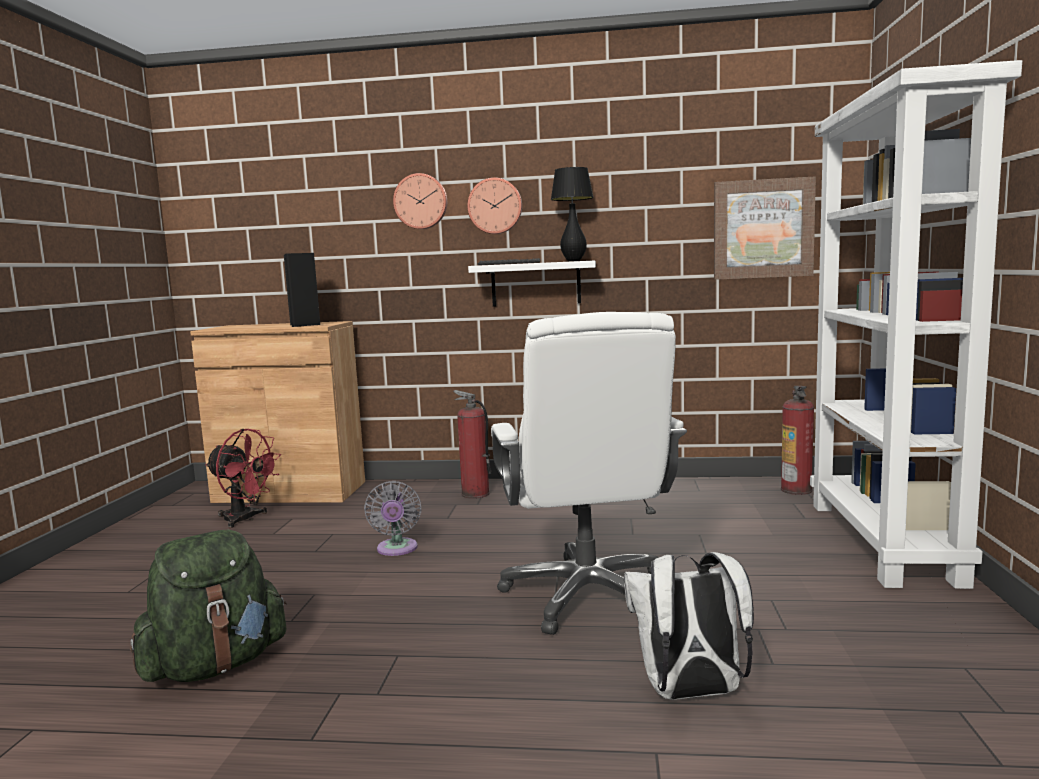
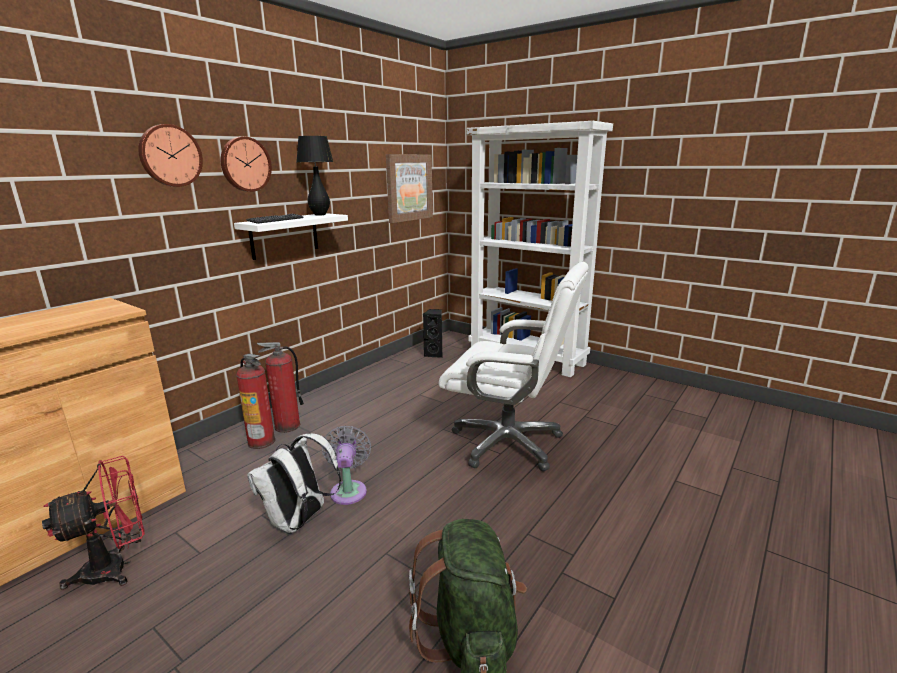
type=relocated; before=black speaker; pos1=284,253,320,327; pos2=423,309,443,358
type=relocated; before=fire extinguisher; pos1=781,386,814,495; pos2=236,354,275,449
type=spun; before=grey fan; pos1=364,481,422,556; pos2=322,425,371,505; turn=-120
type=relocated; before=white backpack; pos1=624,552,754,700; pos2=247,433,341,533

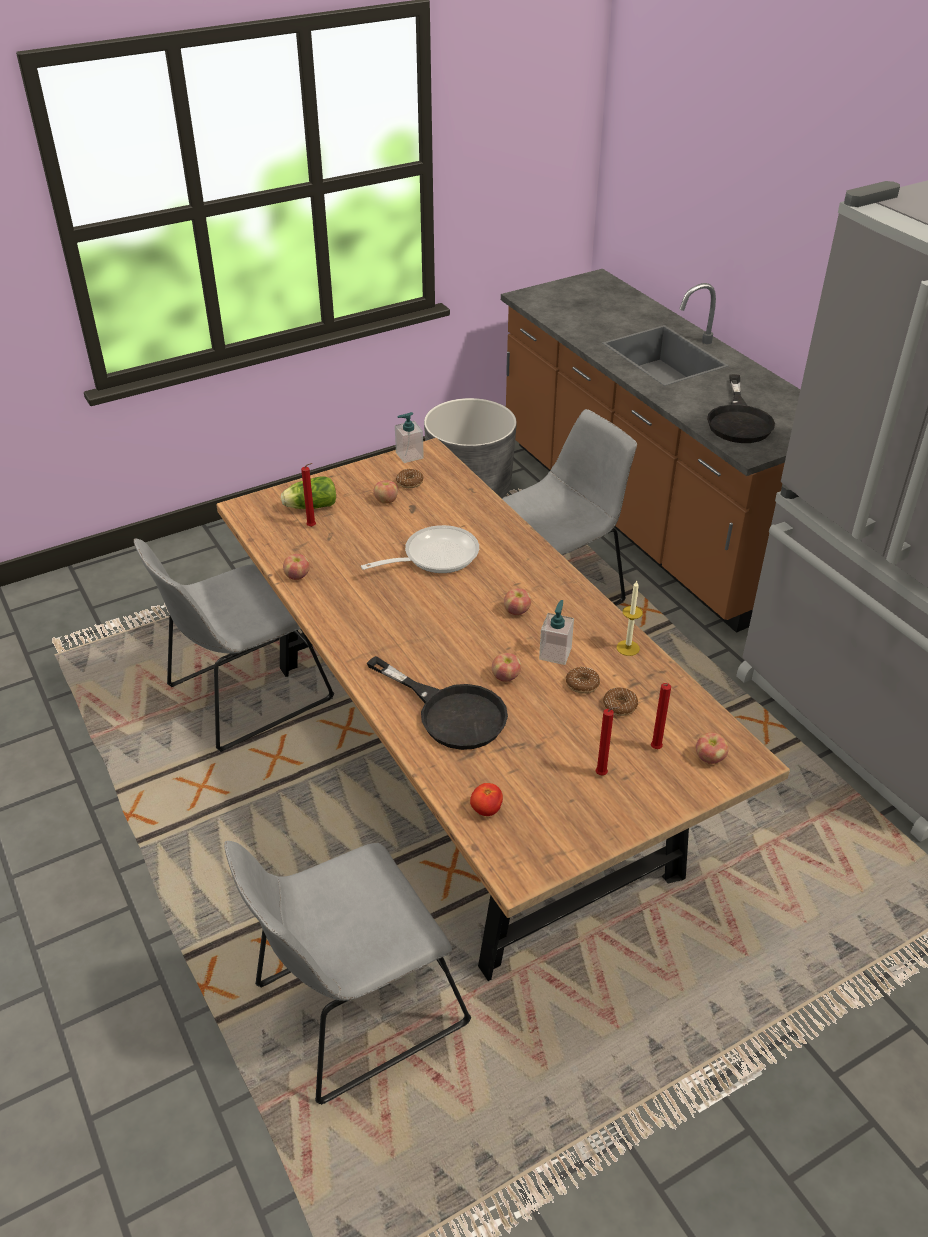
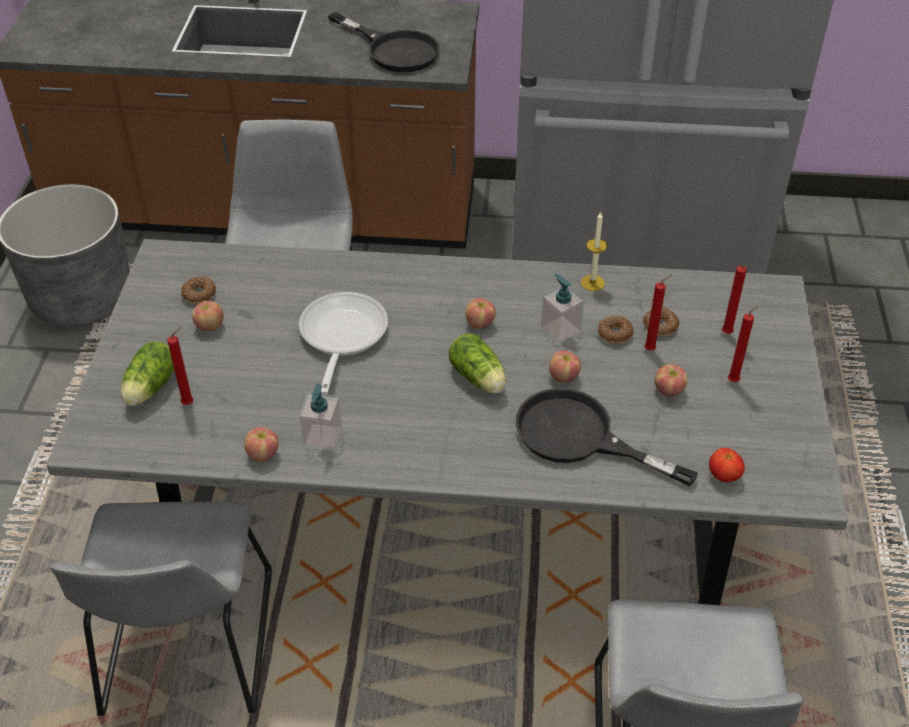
type=relocated; before=soap dispenser; pos1=395,412,424,463; pos2=299,384,342,451
type=colour; before=brown dining table; after=grey dining table; pos1=216,438,790,981; pos2=46,239,848,605
type=spun; before=black frying pan; pos1=367,656,508,750; pos2=516,388,698,486; turn=-135
type=relocated; before=apple; pos1=696,733,729,764; pos2=654,364,688,396
type=appeared; after=red candle; pos2=644,276,671,351
type=appeared; after=lettuce; pos2=449,333,506,394

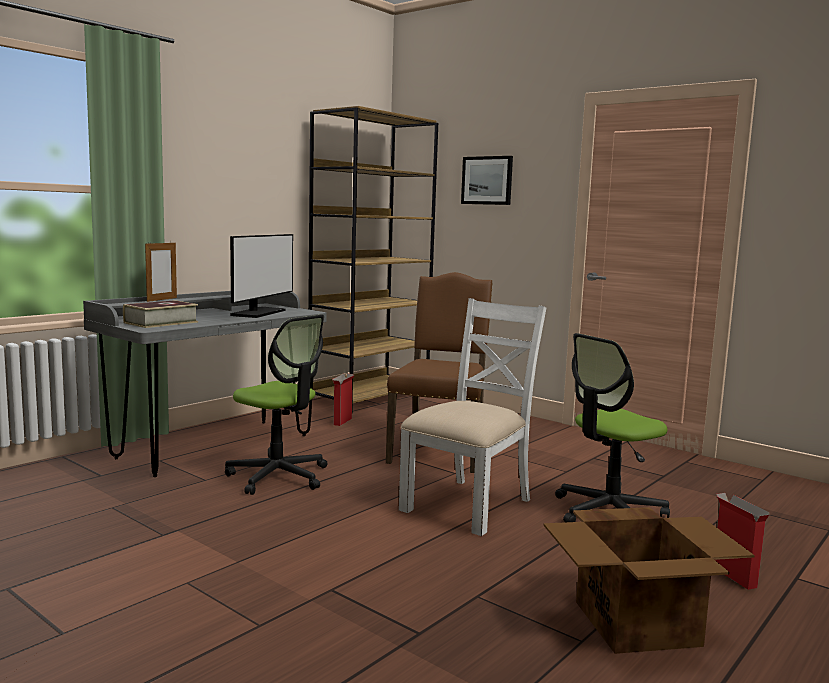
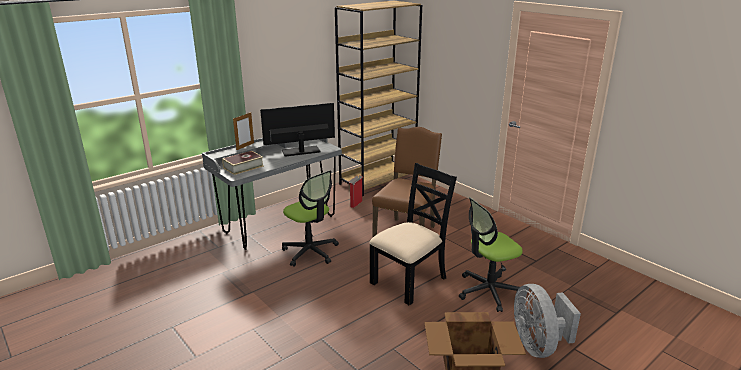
type=missing; before=picture; pos1=461,156,513,205
type=spun; before=monitor; pos1=230,234,293,318; pos2=260,103,335,157; turn=-135
type=colour; before=white chair; after=black chair; pos1=399,298,546,536; pos2=369,163,457,305
type=exchanged; before=cardboard box; after=grey fan; pos1=715,493,770,590; pos2=514,284,581,358

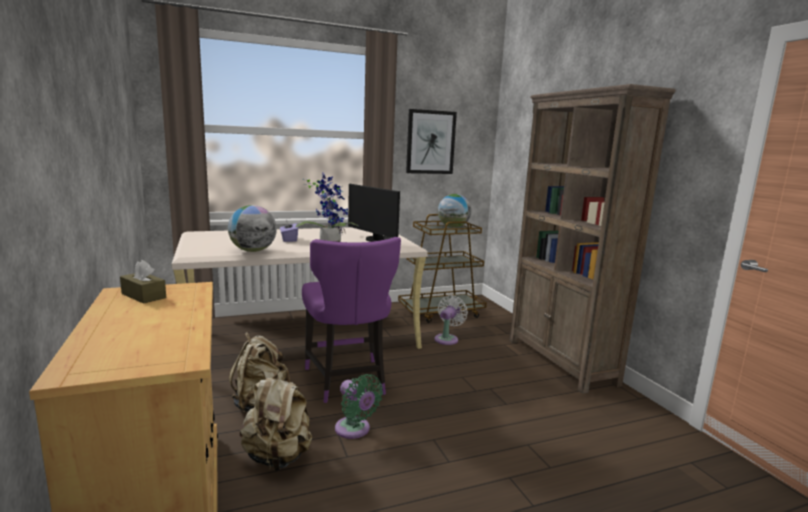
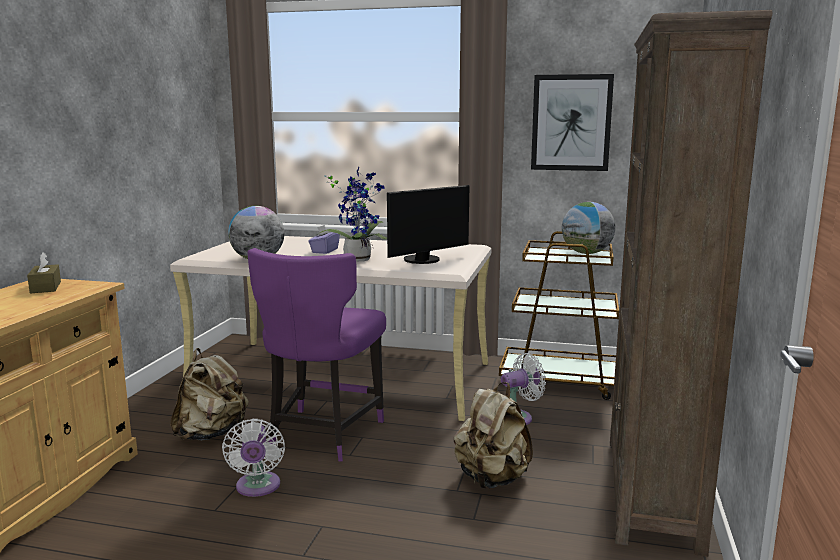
type=spun; before=monitor; pos1=348,184,400,242; pos2=387,185,469,264; turn=-120
type=relocated; before=beige backpack; pos1=240,369,312,471; pos2=454,382,533,489
type=colour; before=green fan; after=white fan; pos1=335,374,383,439; pos2=222,419,285,497

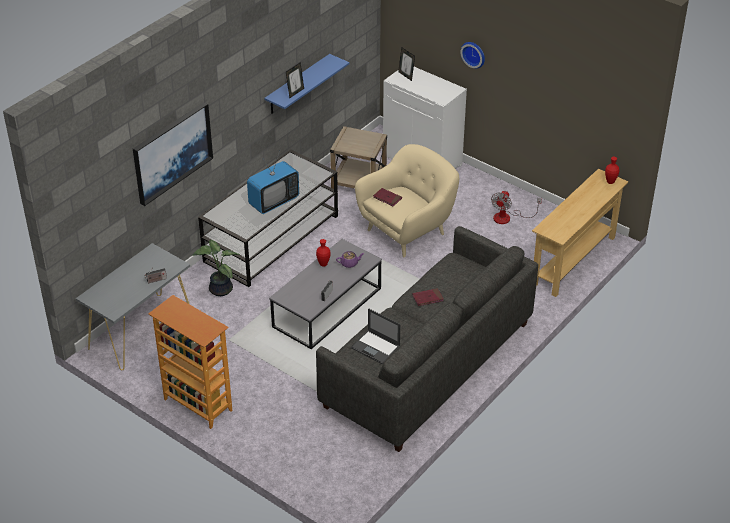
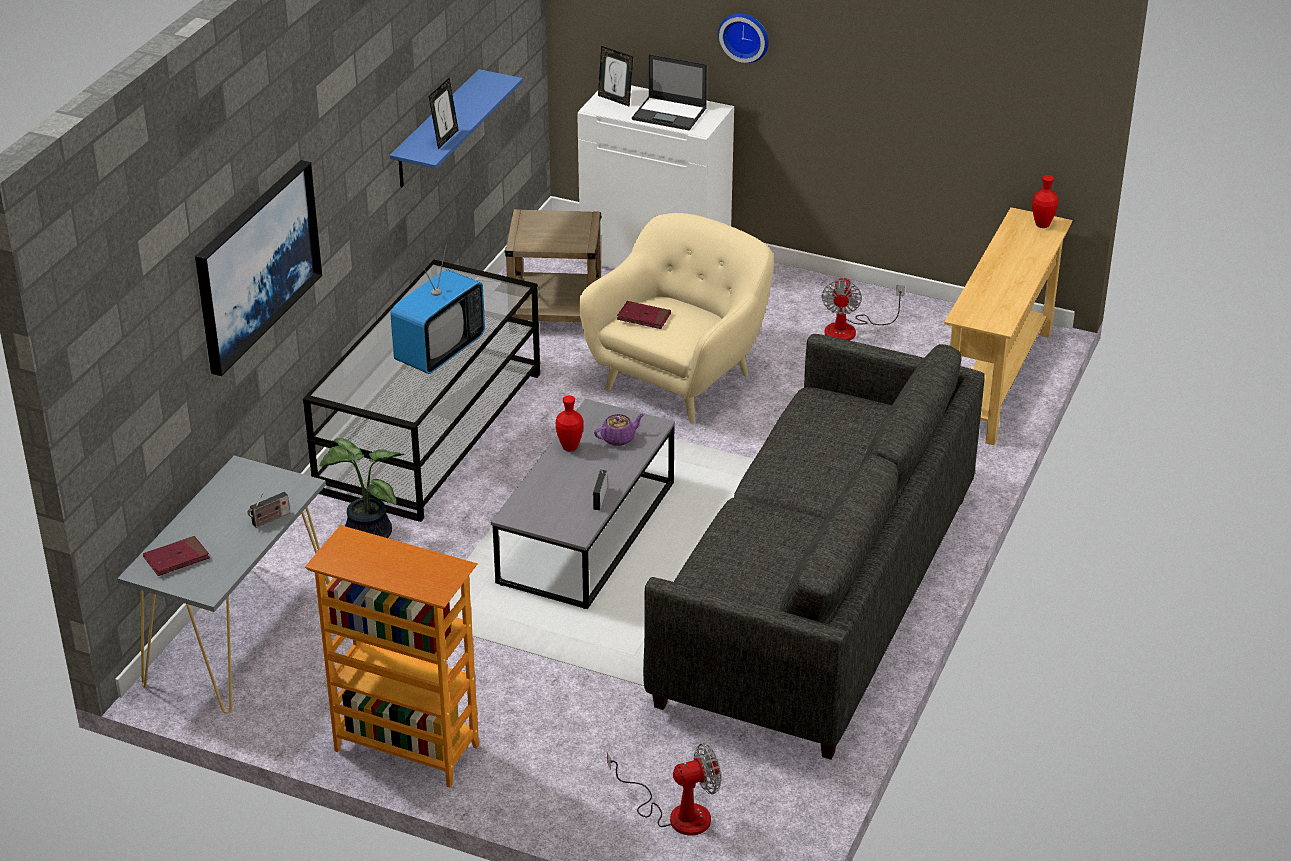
type=relocated; before=red book; pos1=412,288,444,306; pos2=143,536,210,576
type=relocated; before=laptop; pos1=351,308,401,364; pos2=632,54,707,131
type=appeared; after=fan; pos2=607,743,721,835

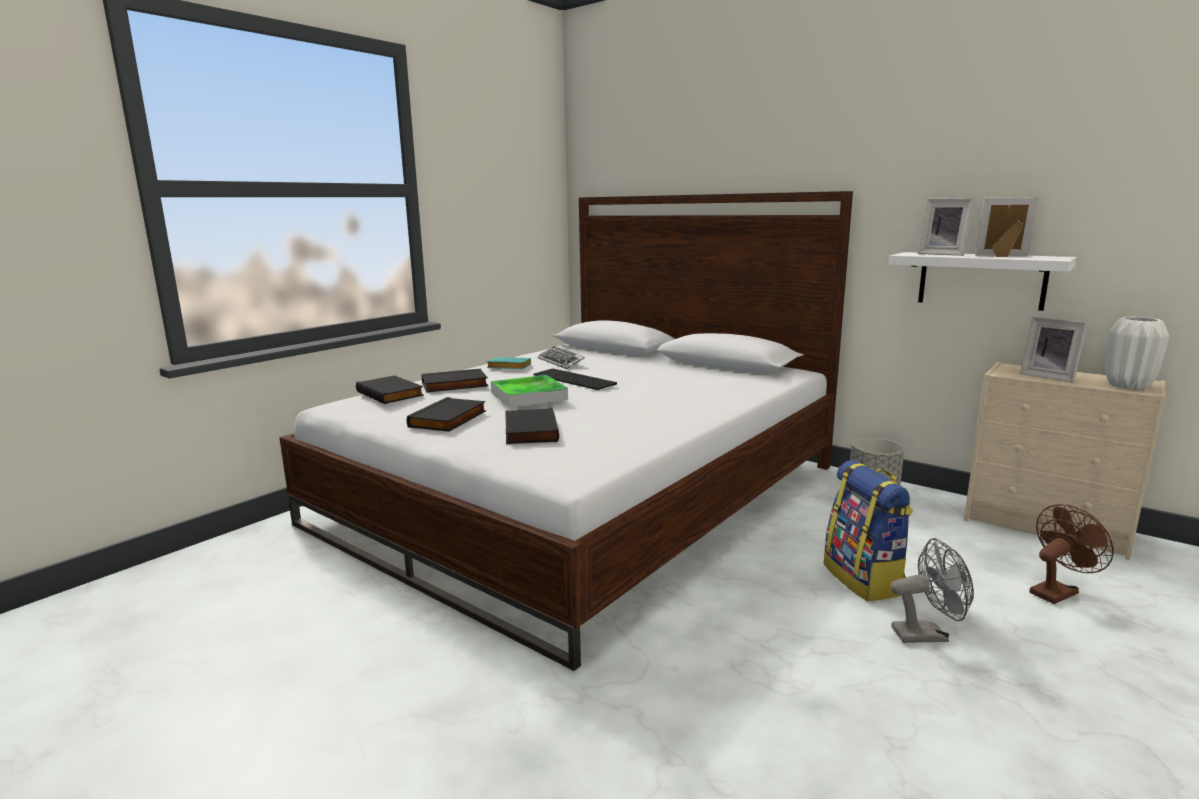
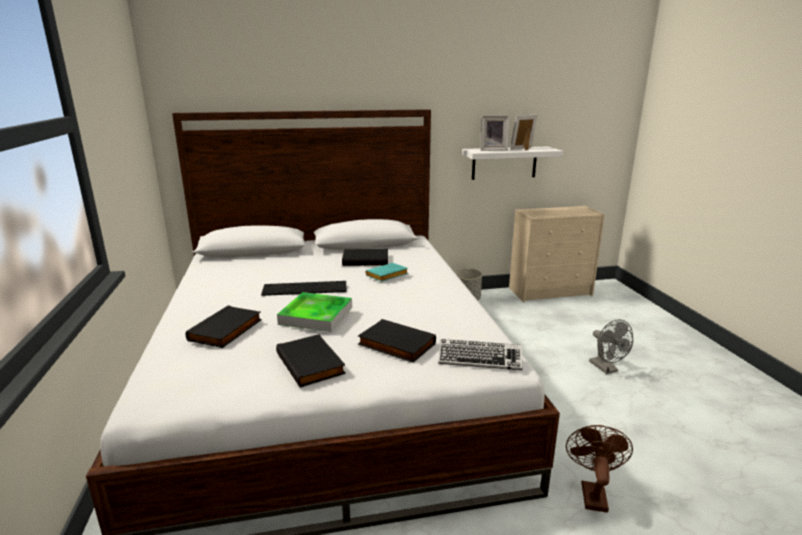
type=missing; before=picture frame; pos1=1020,317,1088,383
type=missing; before=white vase; pos1=1105,317,1169,390
type=relocated; before=keyboard; pos1=538,346,585,369; pos2=438,339,523,371
type=relocated; before=turquoise book; pos1=487,357,531,369; pos2=366,263,408,282
type=relocated; before=black book; pos1=356,375,424,404; pos2=342,249,388,266
type=missing; before=backpack; pos1=823,460,913,601
type=relocated; before=brown fan; pos1=1030,504,1114,604; pos2=566,425,633,513
type=spun; before=grey fan; pos1=890,538,974,643; pos2=589,319,633,374; turn=120

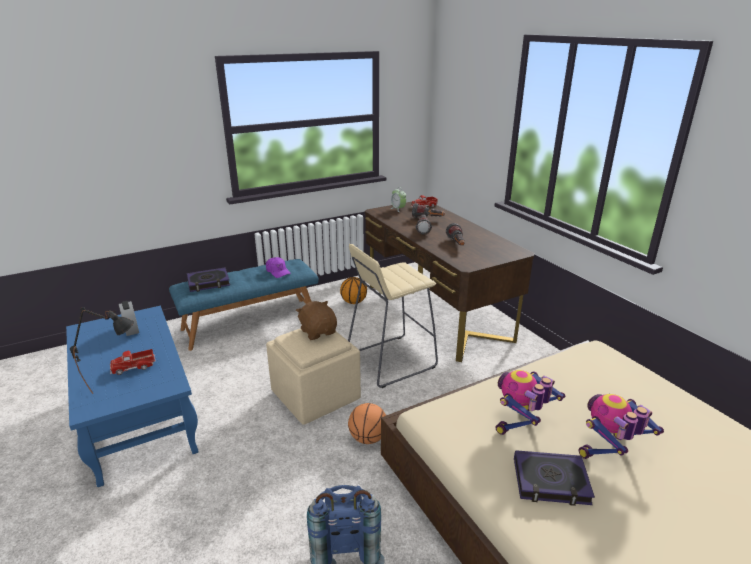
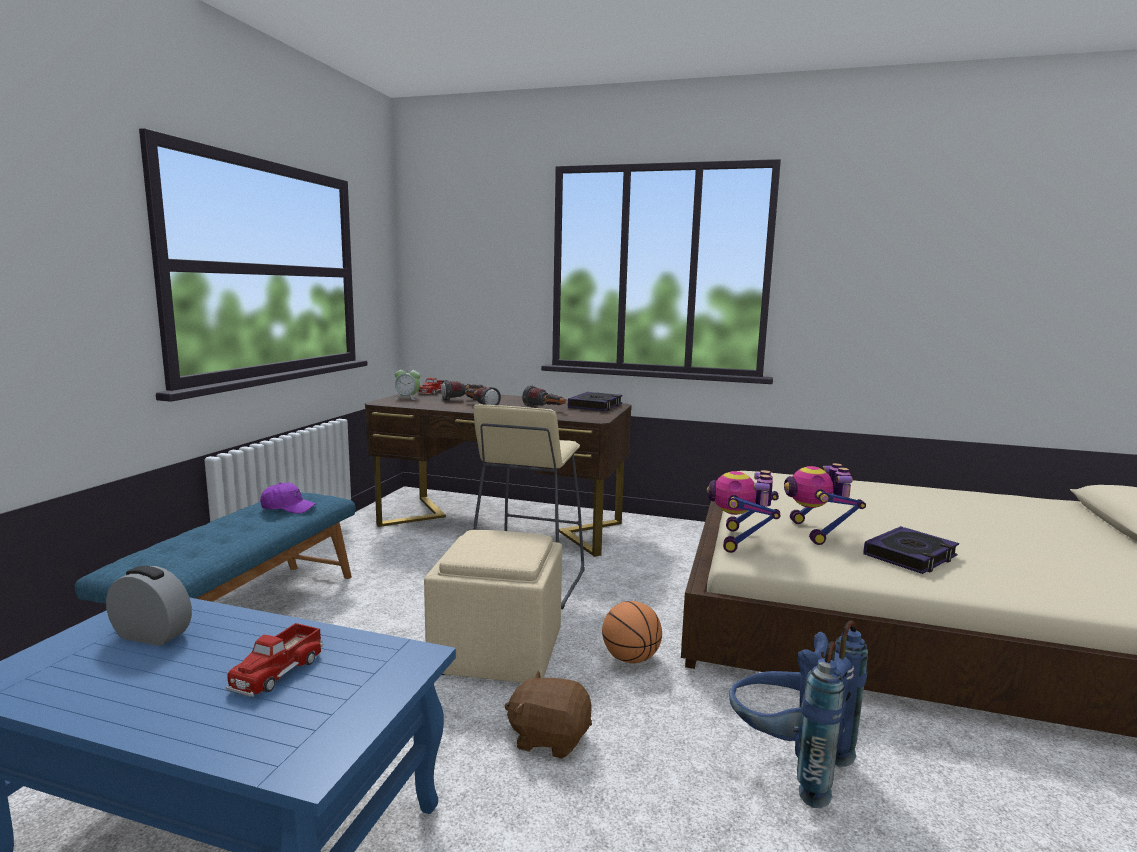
type=relocated; before=book; pos1=187,268,230,292; pos2=568,392,622,411
type=missing; before=basketball; pos1=340,277,367,304
type=relocated; before=brown plush toy; pos1=296,301,337,340; pos2=505,671,592,759
type=missing; before=black table lamp; pos1=70,308,134,394
type=relocated; before=toy robot; pos1=579,394,664,459; pos2=707,470,781,553

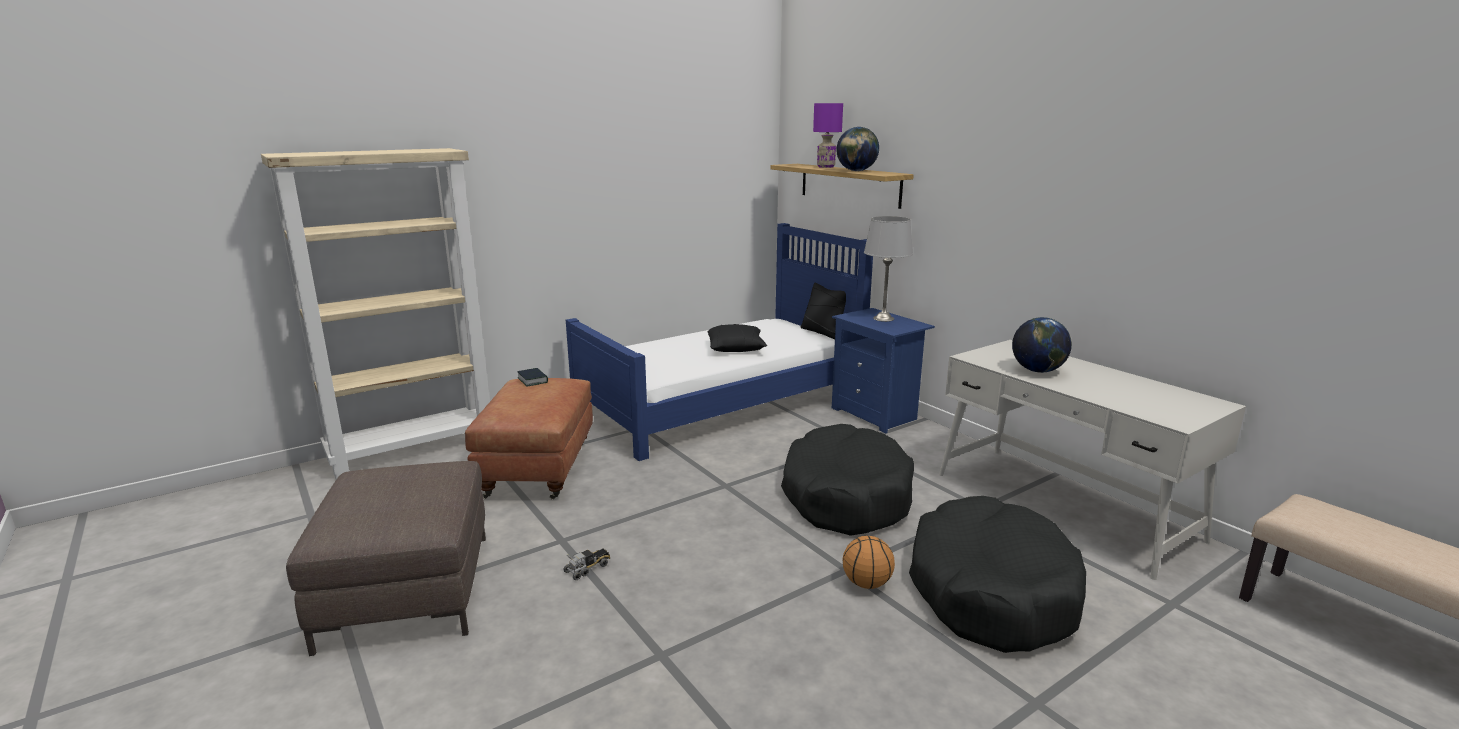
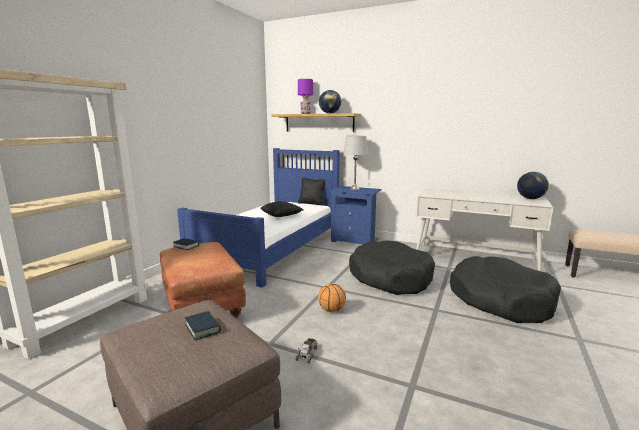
type=relocated; before=globe; pos1=1012,317,1072,373; pos2=517,172,549,199
type=relocated; before=basketball; pos1=843,536,895,589; pos2=318,283,346,312
type=appeared; after=book; pos2=185,311,221,340

